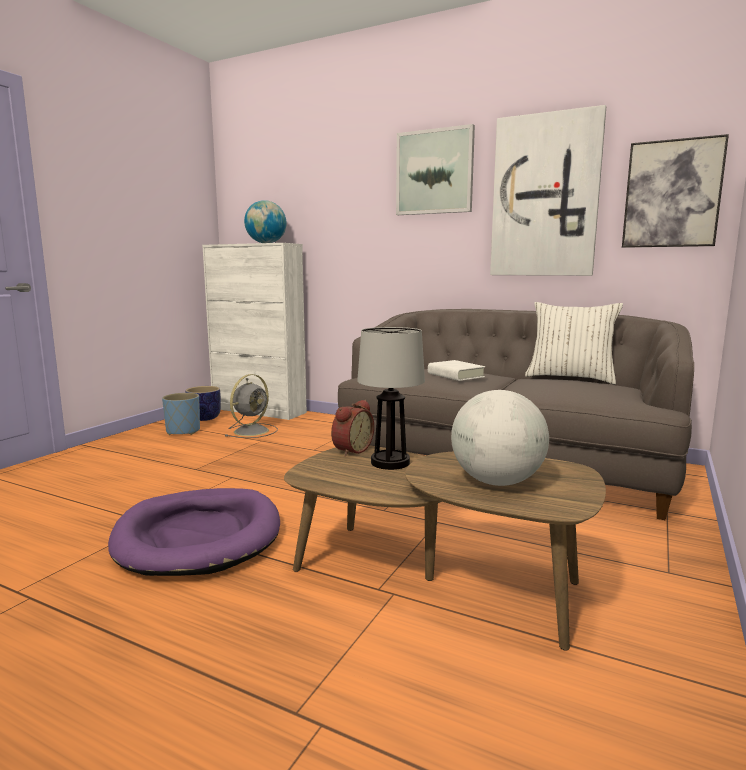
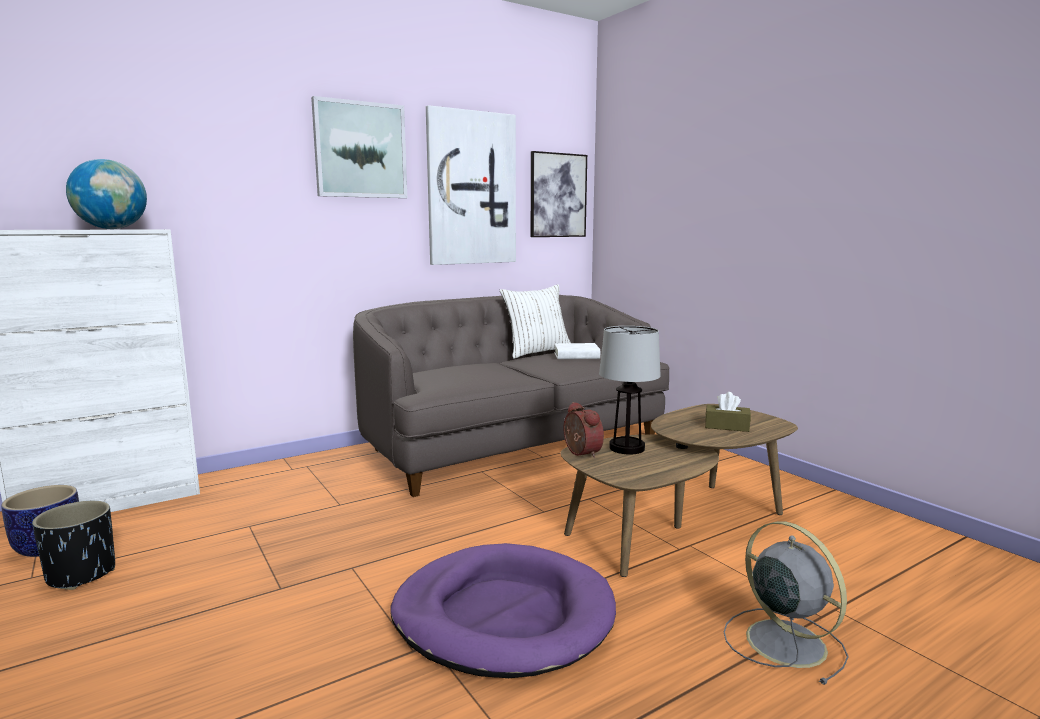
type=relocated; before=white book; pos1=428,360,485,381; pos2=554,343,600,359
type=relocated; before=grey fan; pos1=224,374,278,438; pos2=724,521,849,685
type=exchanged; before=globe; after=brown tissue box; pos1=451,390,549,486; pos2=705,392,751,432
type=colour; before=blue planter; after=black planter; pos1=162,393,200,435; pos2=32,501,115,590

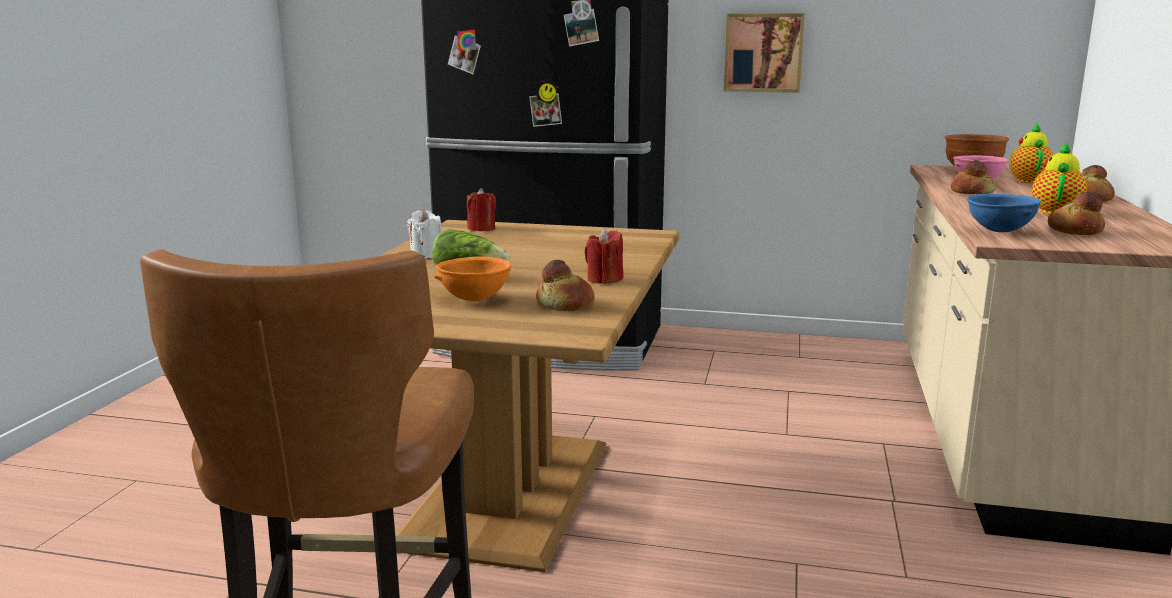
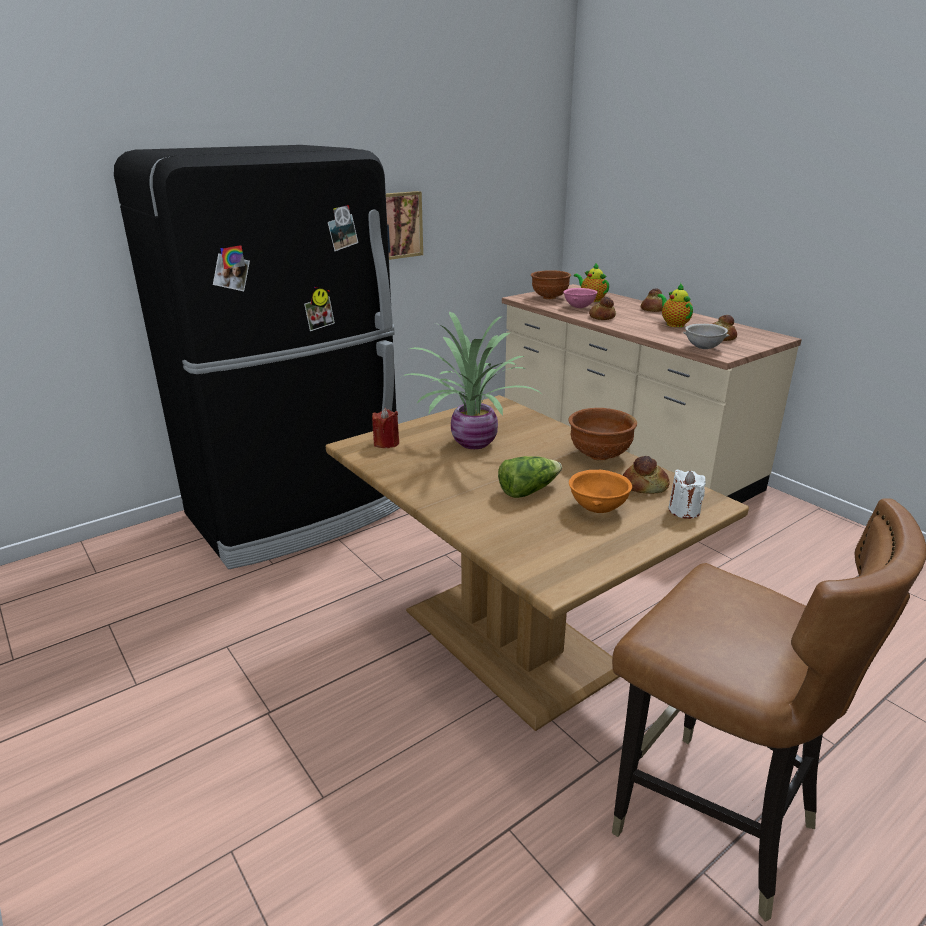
type=colour; before=blue bowl; after=grey bowl; pos1=967,194,1041,232; pos2=683,324,729,349
type=relocated; before=white candle; pos1=407,209,442,259; pos2=668,469,706,519
type=exchanged; before=red candle; after=brown bowl; pos1=584,229,623,284; pos2=568,408,637,461
type=appeared; after=potted plant; pos2=401,312,544,449

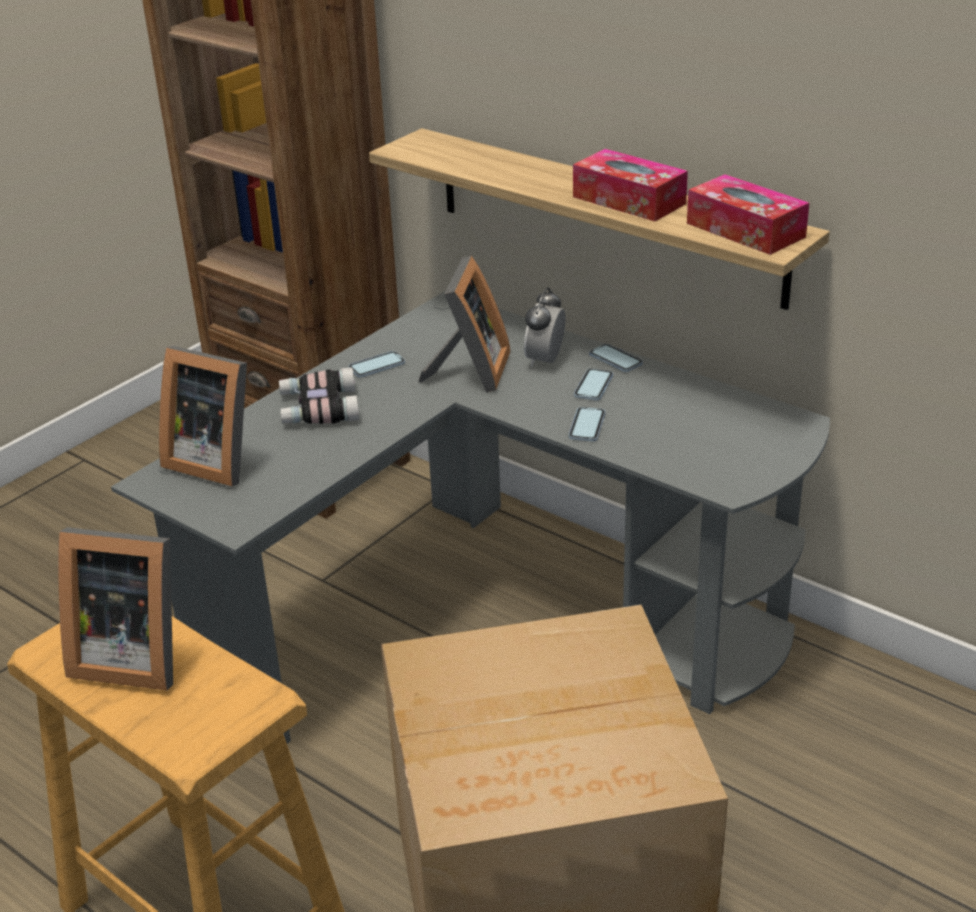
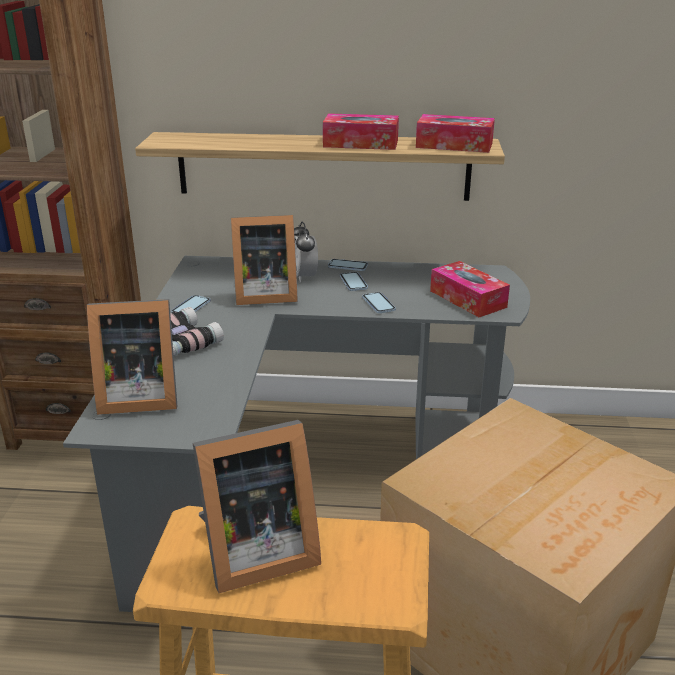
type=spun; before=picture frame; pos1=419,256,511,392; pos2=231,215,298,305; turn=105
type=appeared; after=tissue box; pos2=430,261,510,317

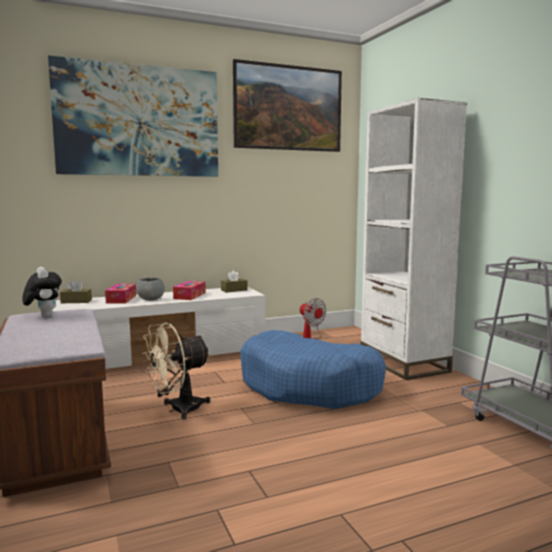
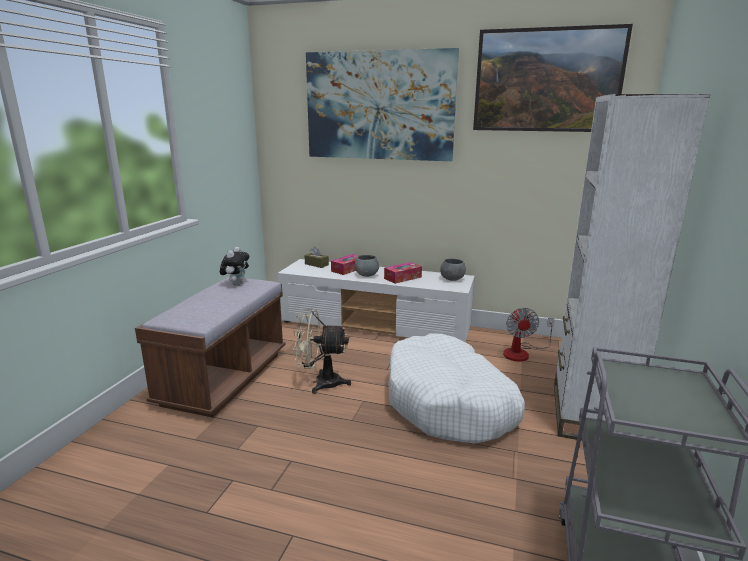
type=exchanged; before=brown tissue box; after=grey bowl; pos1=221,270,248,293; pos2=440,258,466,281
type=colour; before=blue dog bed; after=white dog bed; pos1=240,330,386,409; pos2=388,333,525,444

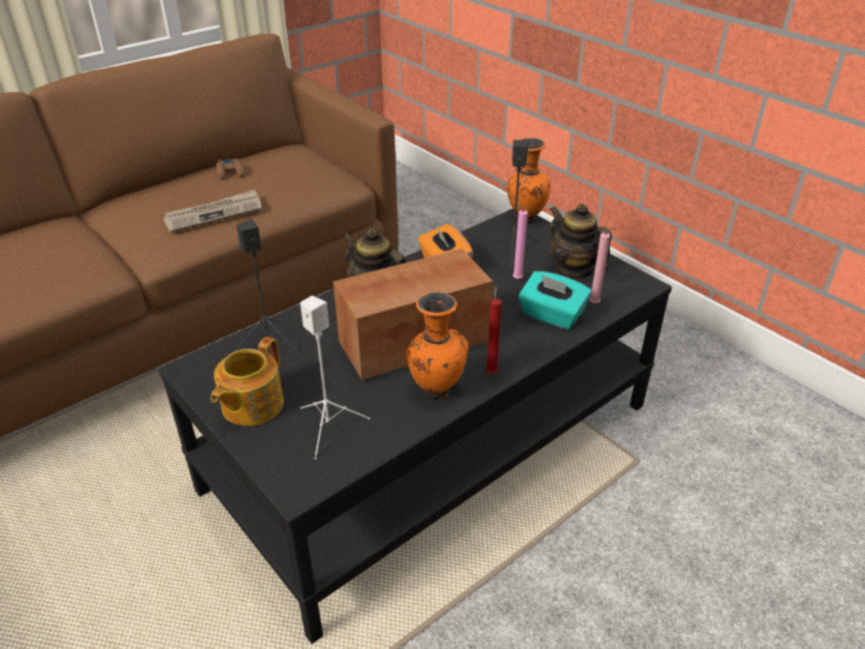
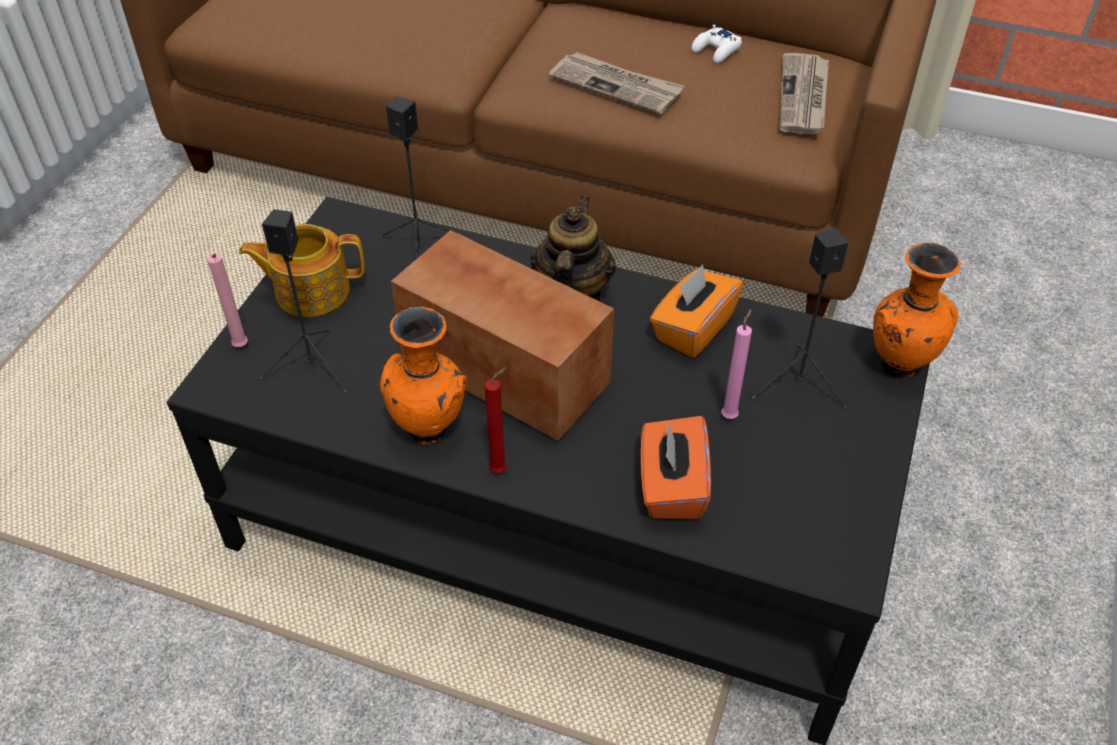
type=colour; before=brown game controller; after=white game controller; pos1=216,159,245,180; pos2=692,24,742,63
type=missing; before=teapot; pos1=550,203,612,280
type=relocated; before=pink candle; pos1=589,228,617,304; pos2=207,254,248,347
type=colour; before=turquoise tissue box; after=orange tissue box; pos1=519,271,591,330; pos2=641,416,711,520
type=colour; before=white speaker; after=black speaker; pos1=300,295,370,459; pos2=259,209,348,393
type=appeared; after=newspaper; pos2=780,53,829,134

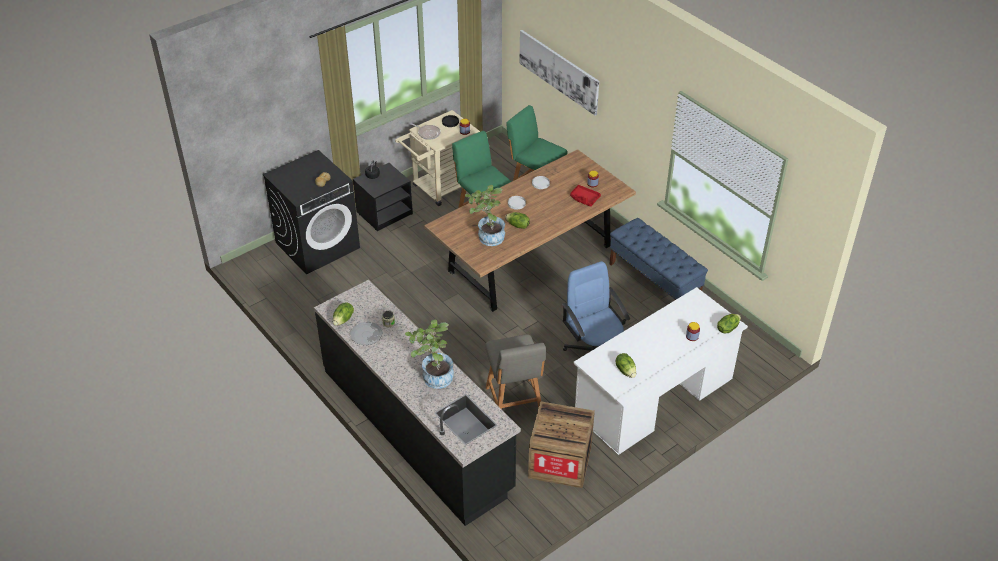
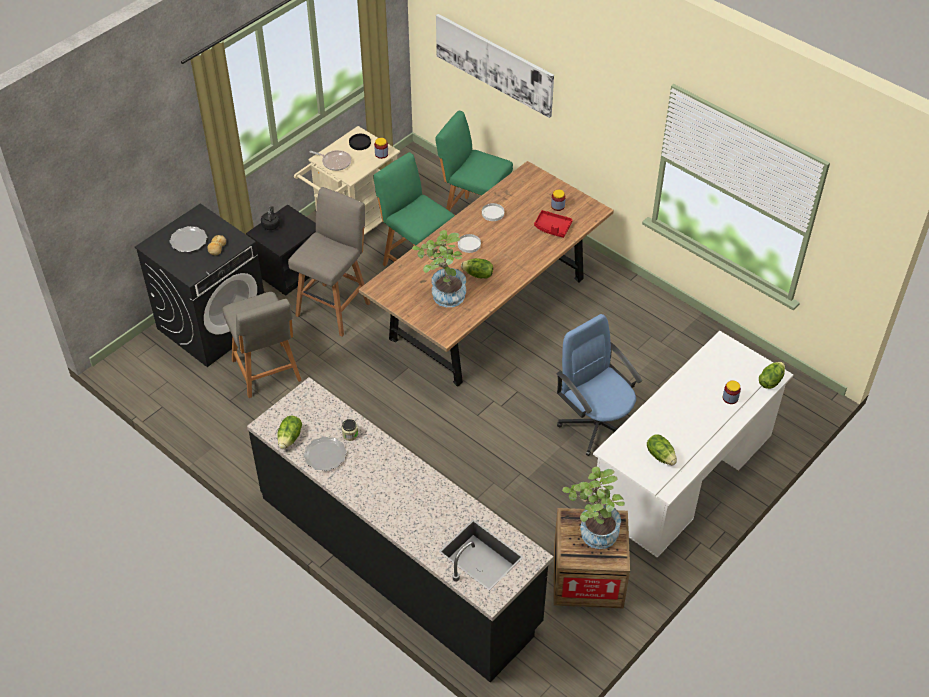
type=missing; before=blue bench; pos1=610,218,708,301
type=relocated; before=potted plant; pos1=405,319,454,389; pos2=562,466,625,549
type=relocated; before=grey chair; pos1=486,334,546,409; pos2=222,292,302,398
type=appeared; after=grey stool; pos2=288,187,371,337
type=appeared; after=plate; pos2=169,226,207,252

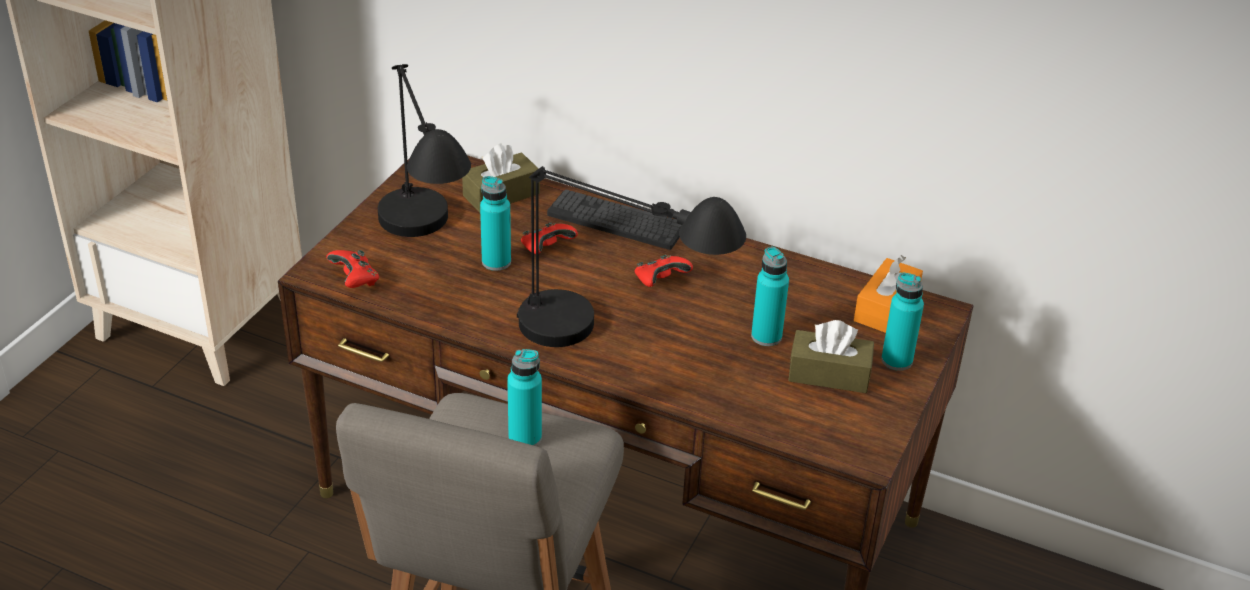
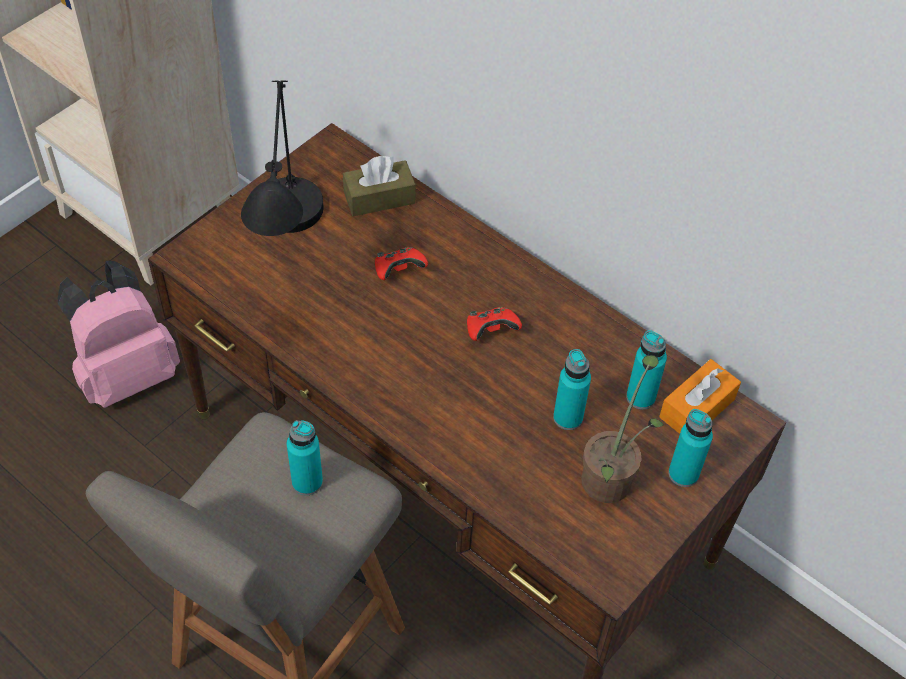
type=missing; before=black table lamp; pos1=517,166,746,347
type=relocated; before=turquoise bottle; pos1=480,176,511,271; pos2=626,330,667,409
type=missing; before=keyboard; pos1=547,189,682,250
type=missing; before=red game controller; pos1=326,250,379,288
type=exchanged; before=brown tissue box; after=potted plant; pos1=788,320,874,393; pos2=581,355,664,503
type=appeared; after=pink backpack; pos2=58,261,180,408

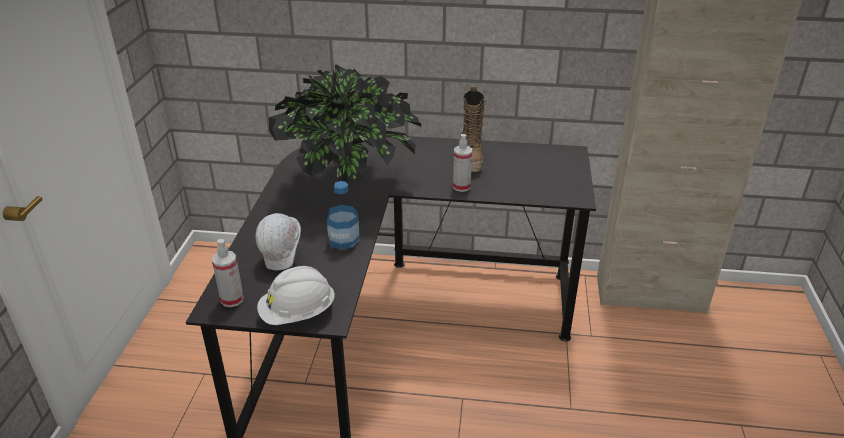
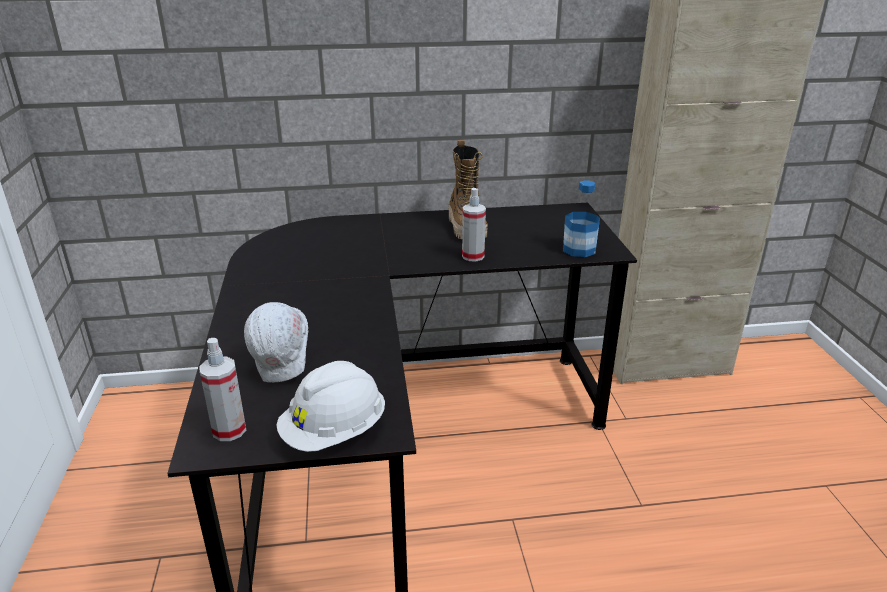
type=missing; before=potted plant; pos1=269,64,421,188
type=relocated; before=bottle; pos1=327,181,360,250; pos2=563,181,600,257

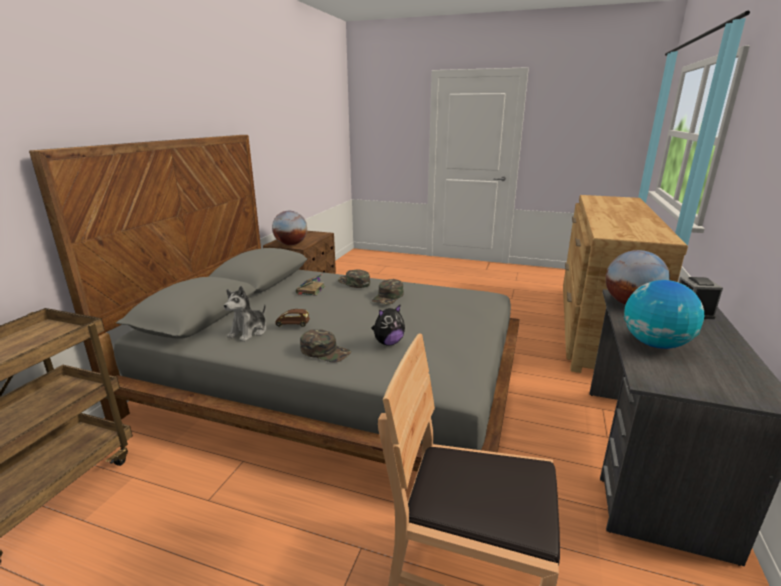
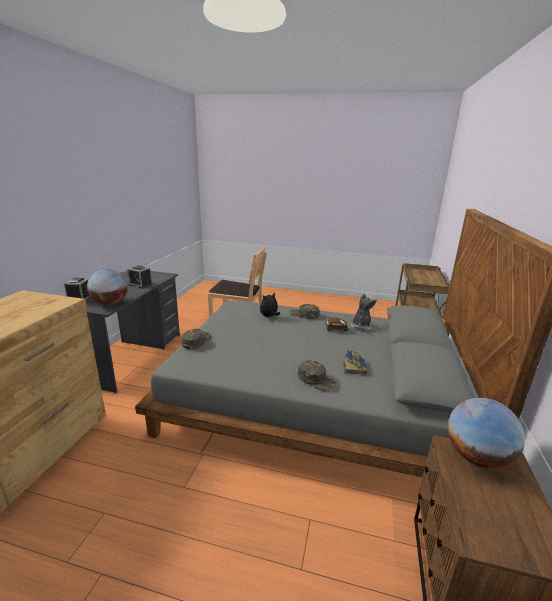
type=relocated; before=green cap; pos1=372,279,404,304; pos2=182,329,212,349
type=exchanged; before=globe; after=alarm clock; pos1=624,280,704,349; pos2=127,265,153,289

